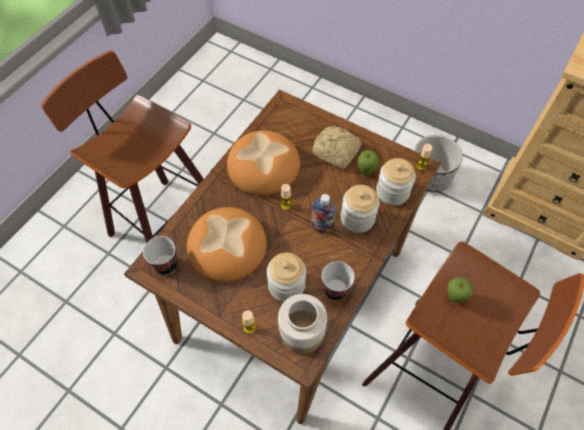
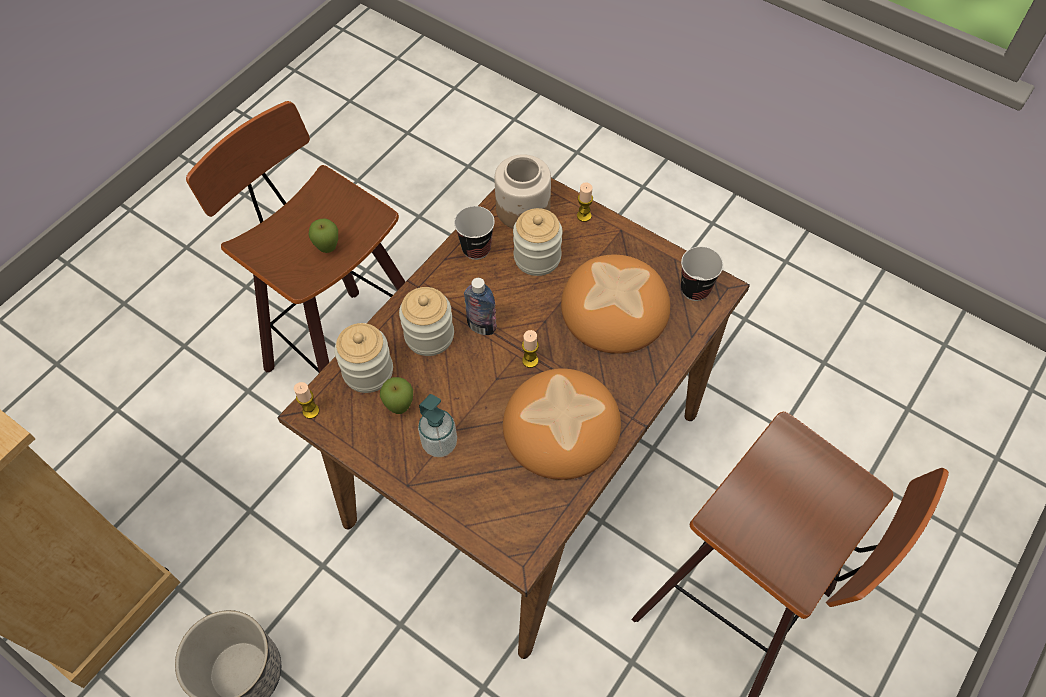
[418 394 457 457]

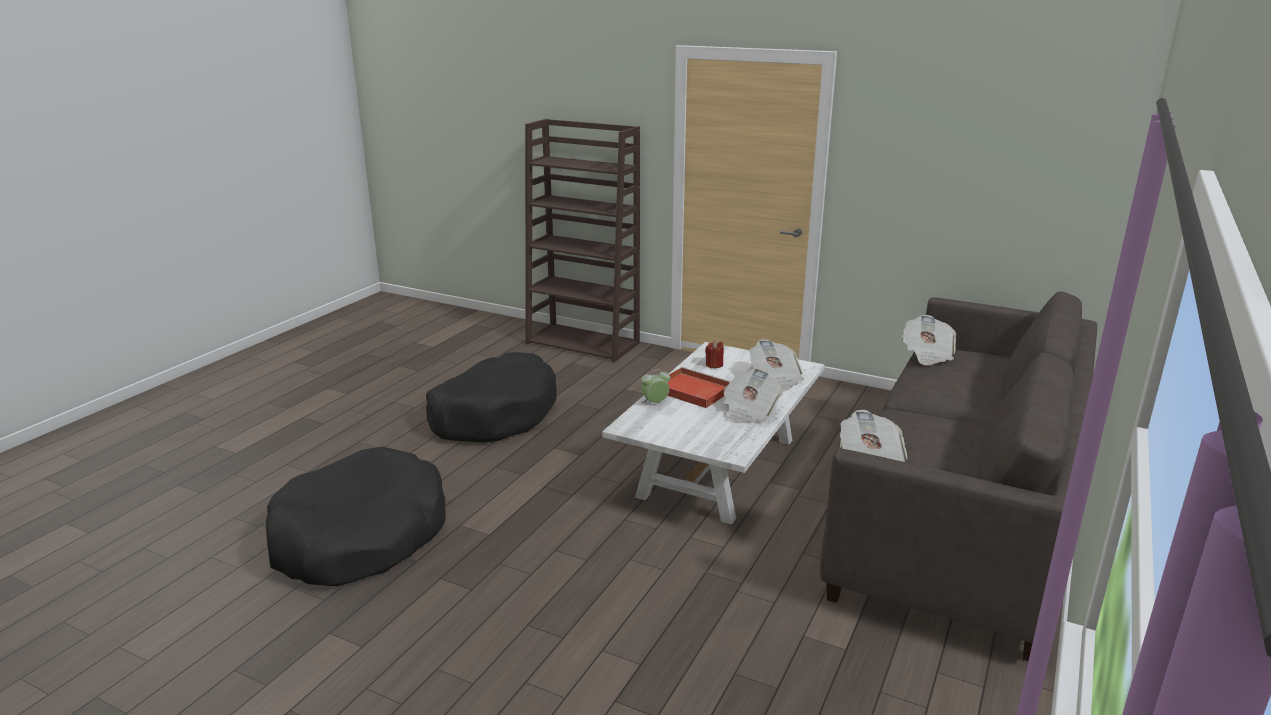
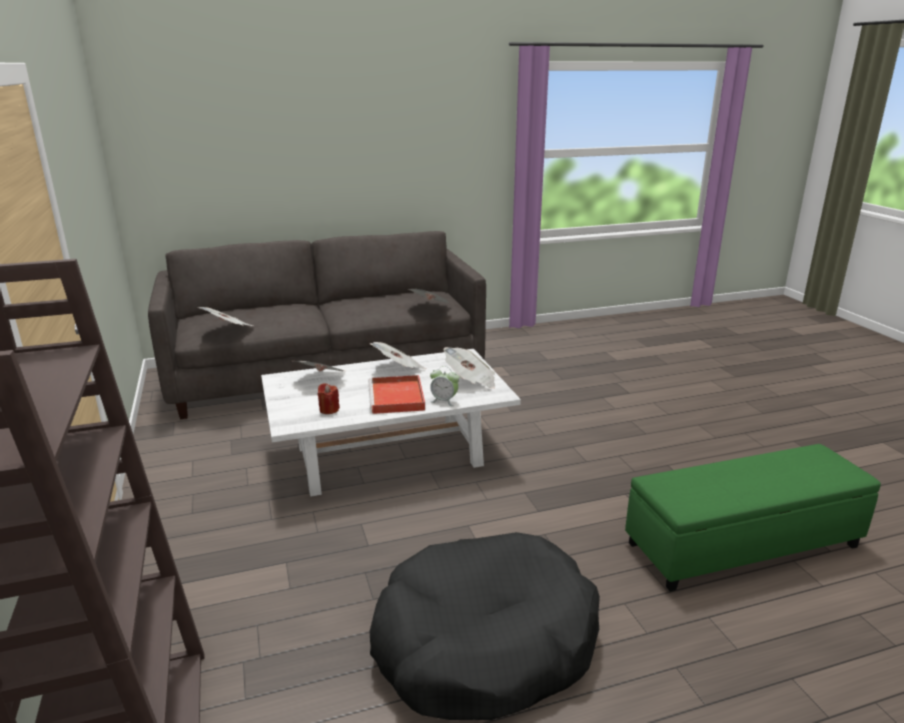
[443 347 495 389]
[625 444 881 592]

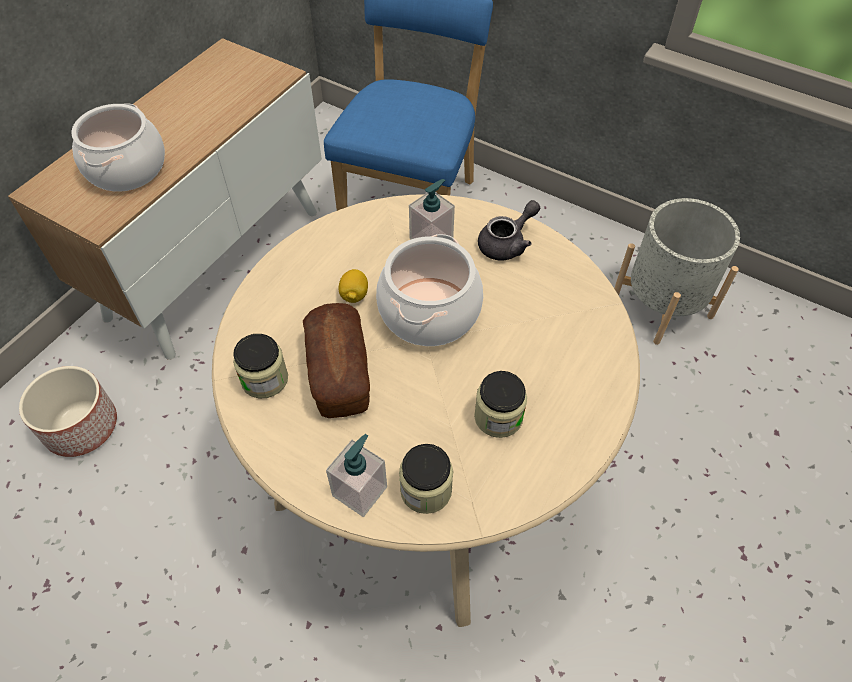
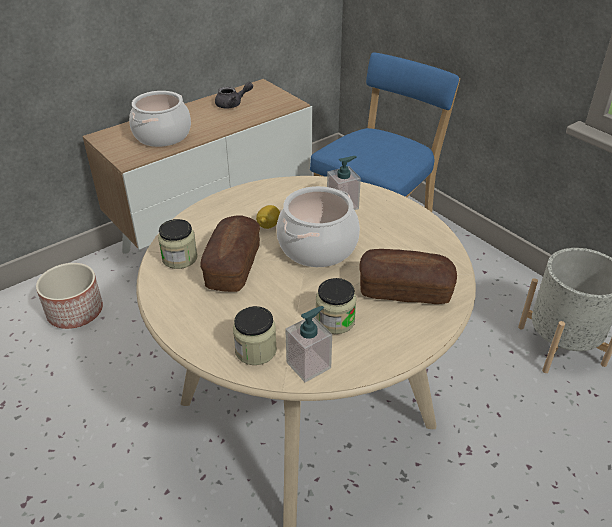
[360 249 457 304]
[285 306 332 382]
[215 82 253 108]

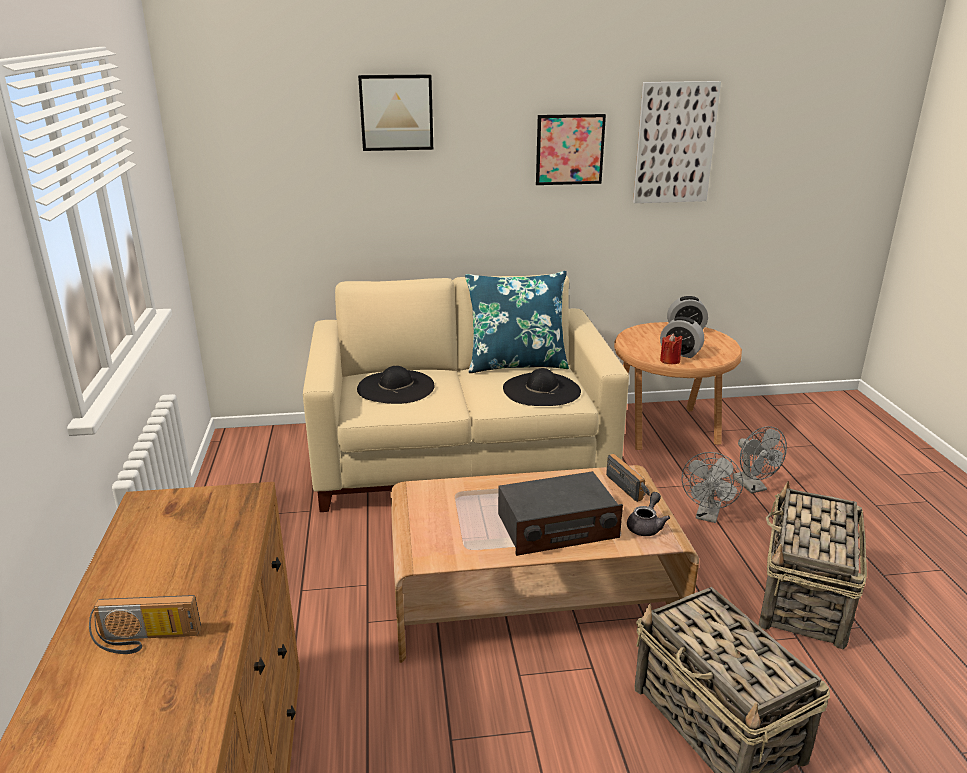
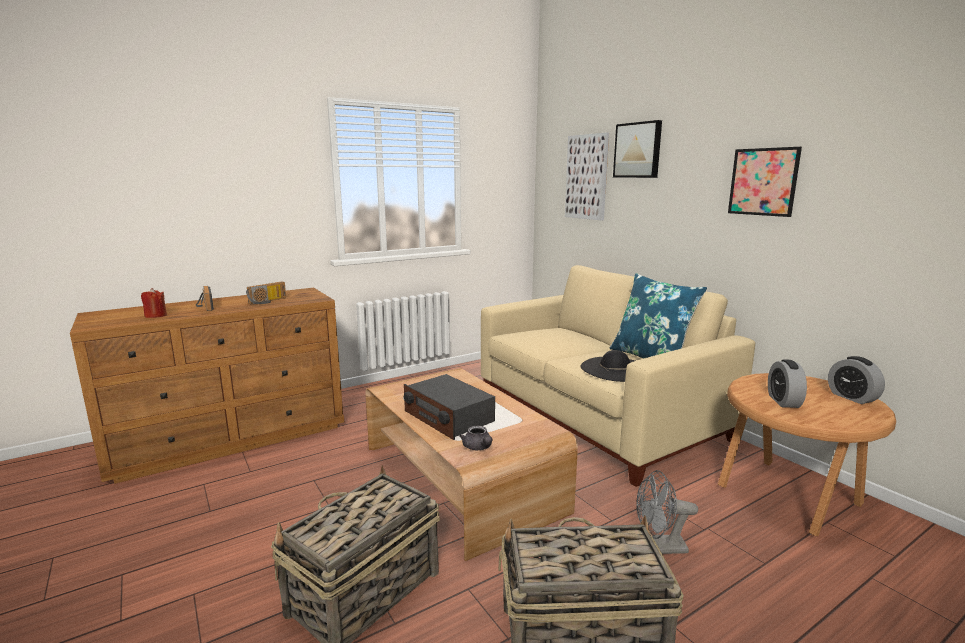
[357 366 435 404] (first image)
[732 426 787 493] (first image)
[246 281 286 305]
[565 132 609 220]
[141 288 167 318]
[459 426 492 450]

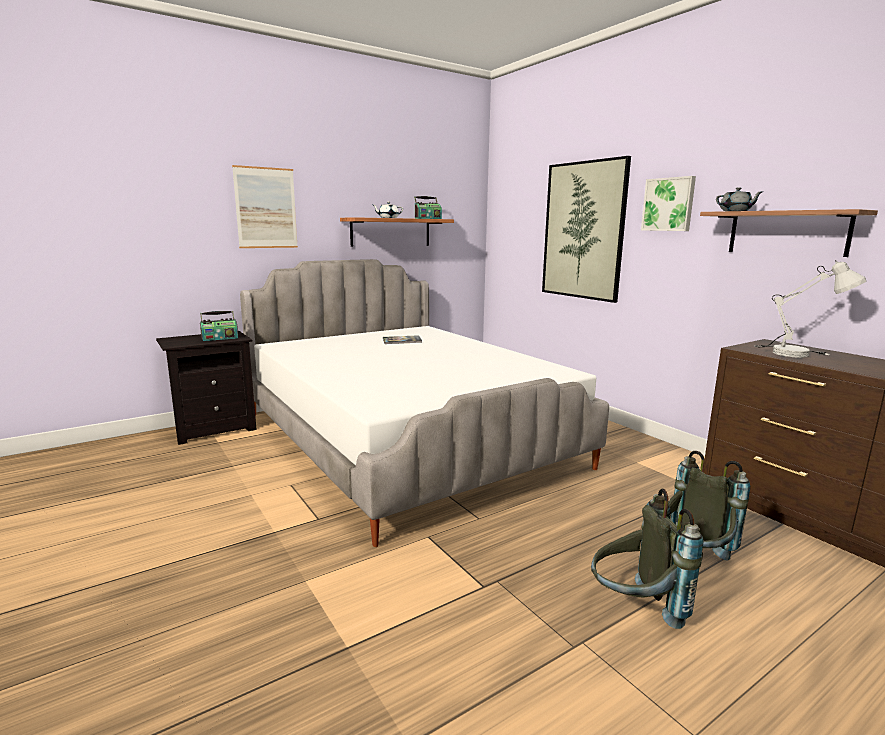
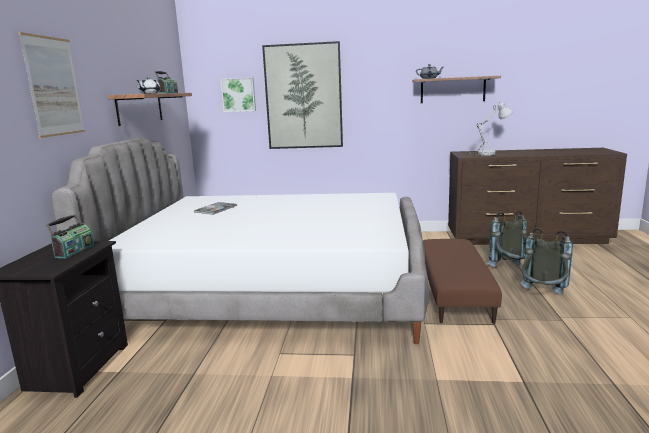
[423 239 502 324]
[220 77 256 112]

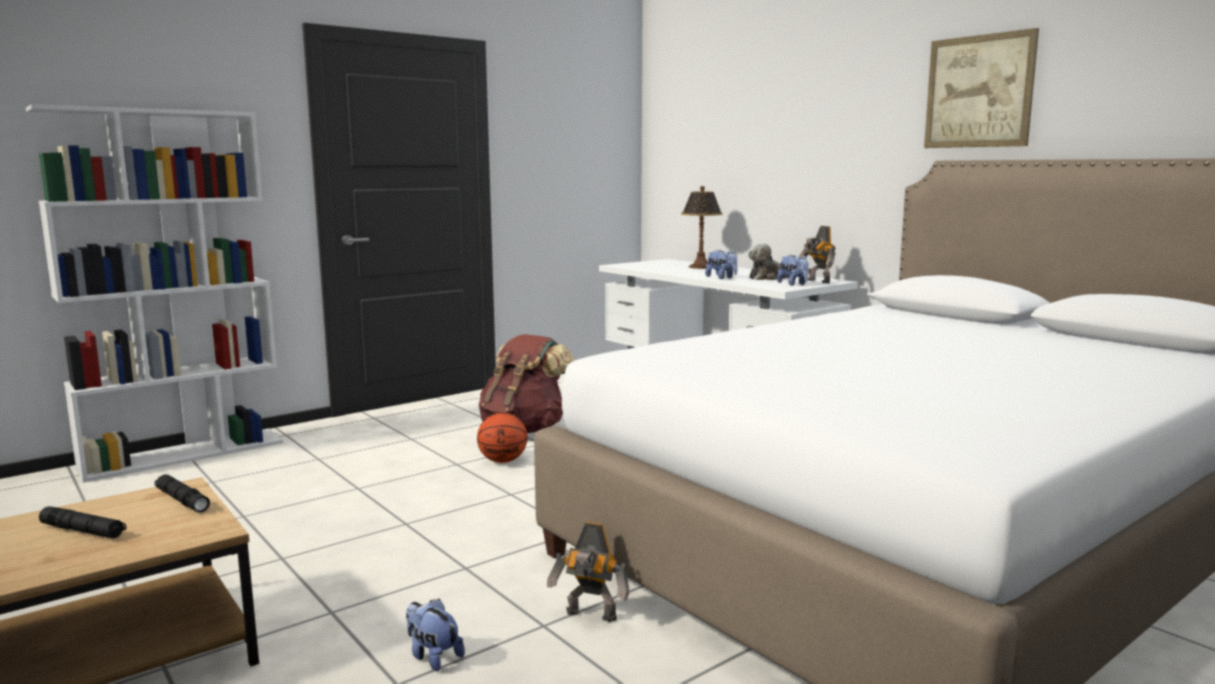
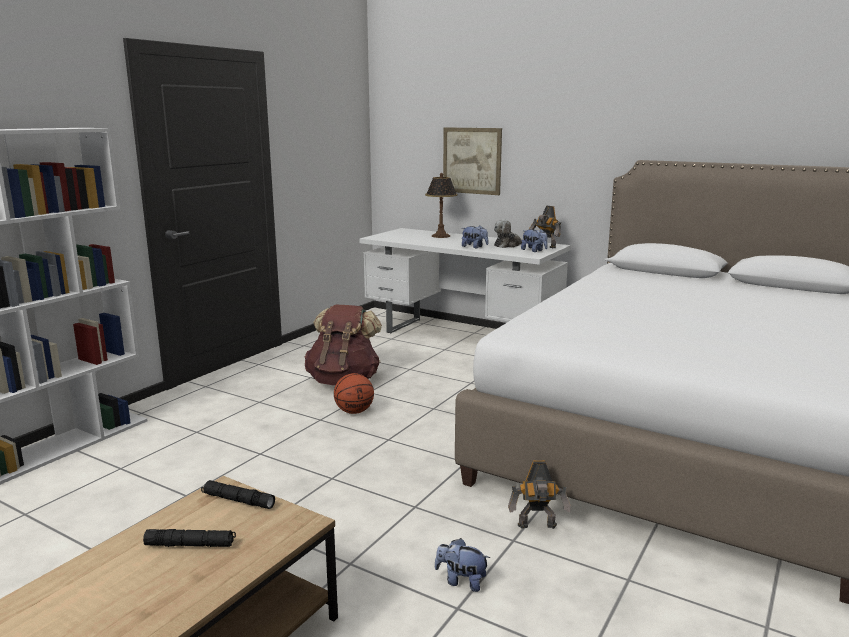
[443 127 502 195]

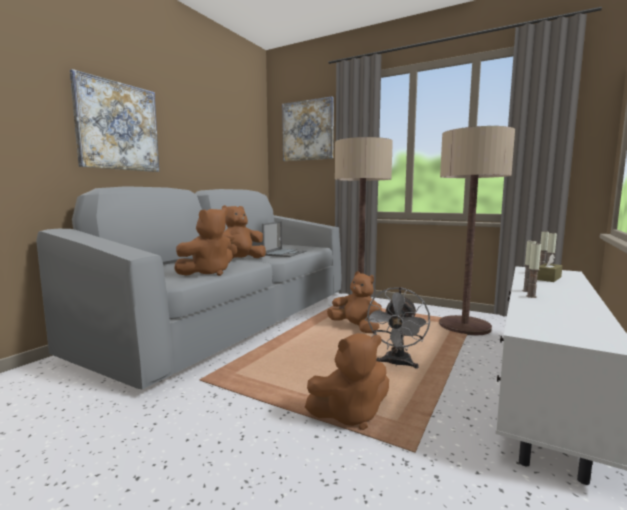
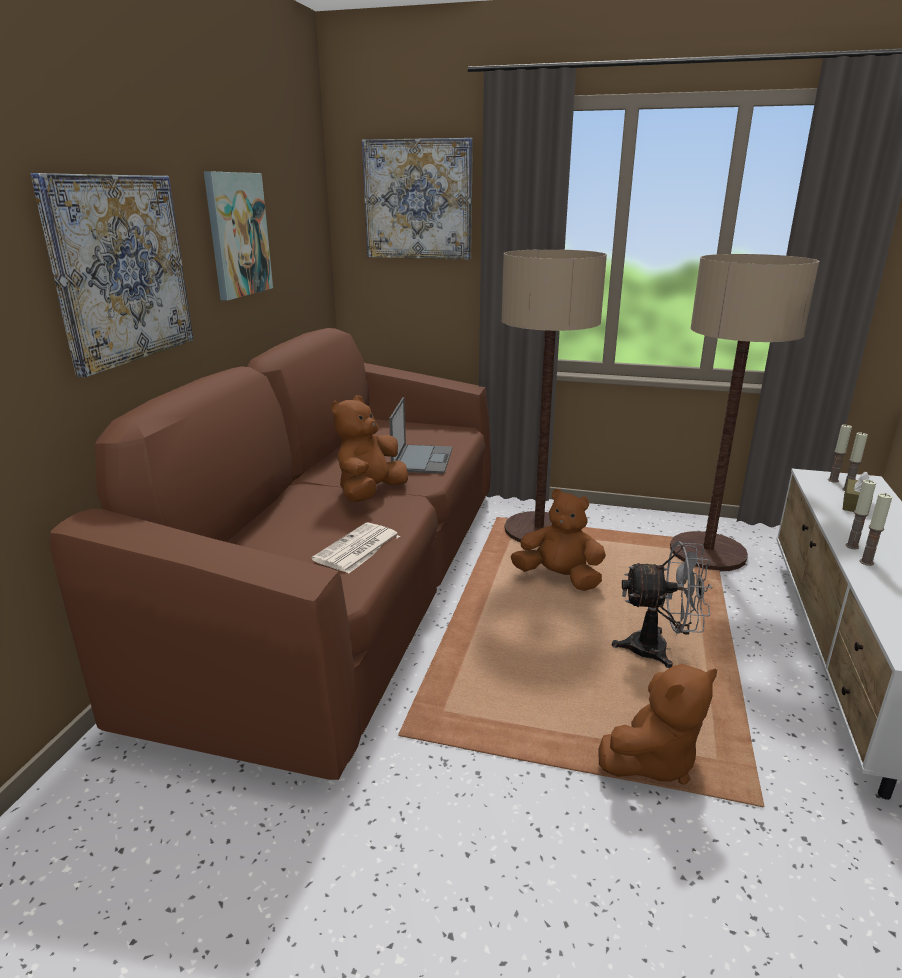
[204 171 273 300]
[312 522 400 573]
[50 328 491 780]
[612 541 713 668]

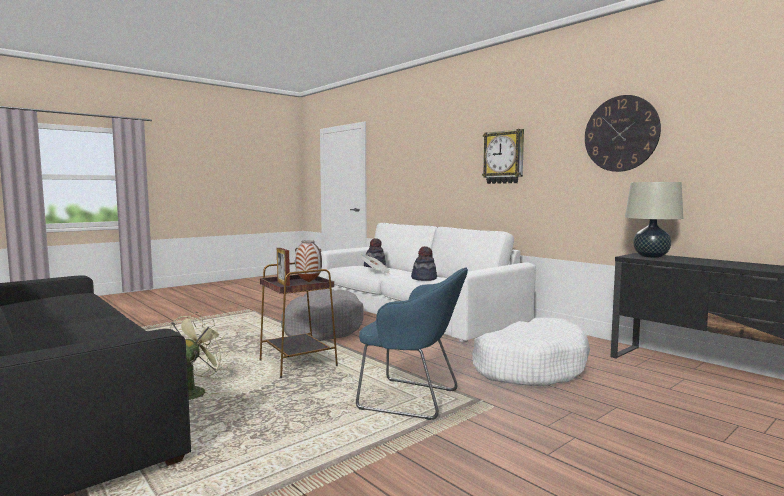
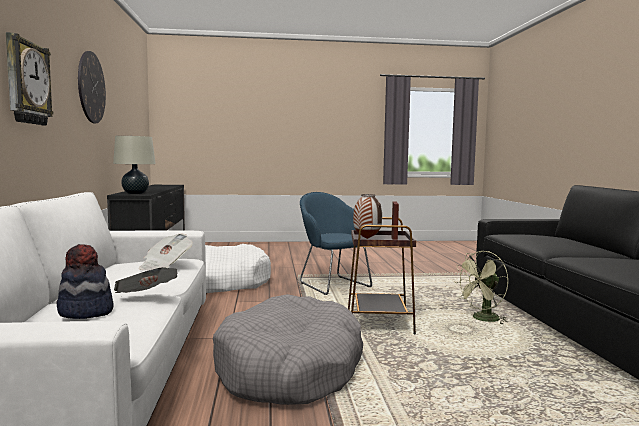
[139 233 193 271]

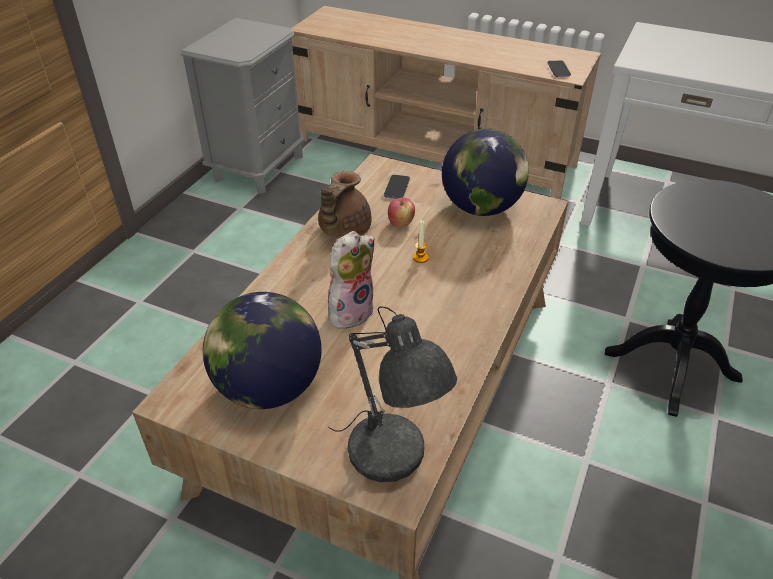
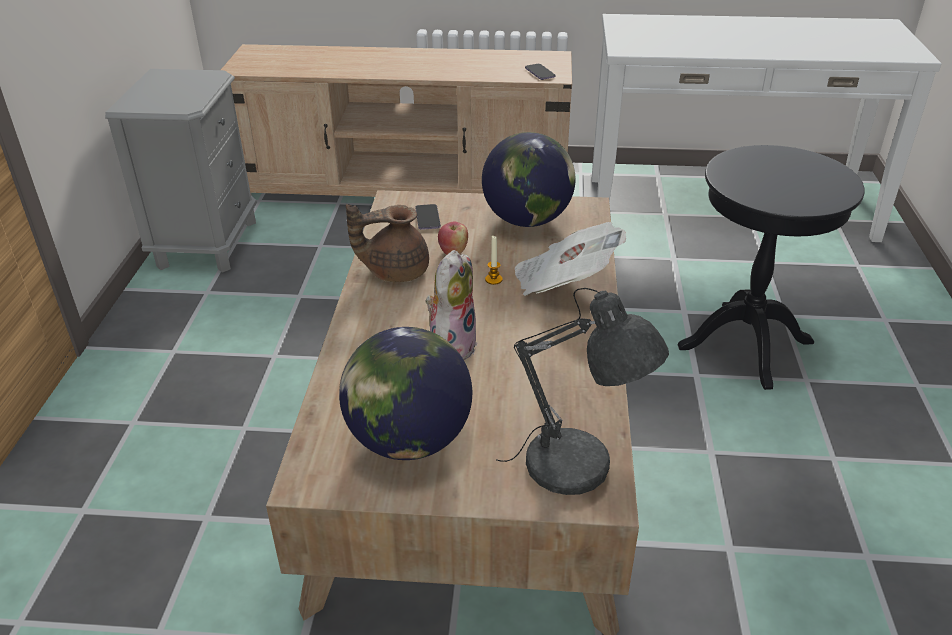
[514 222 626 296]
[346 204 429 282]

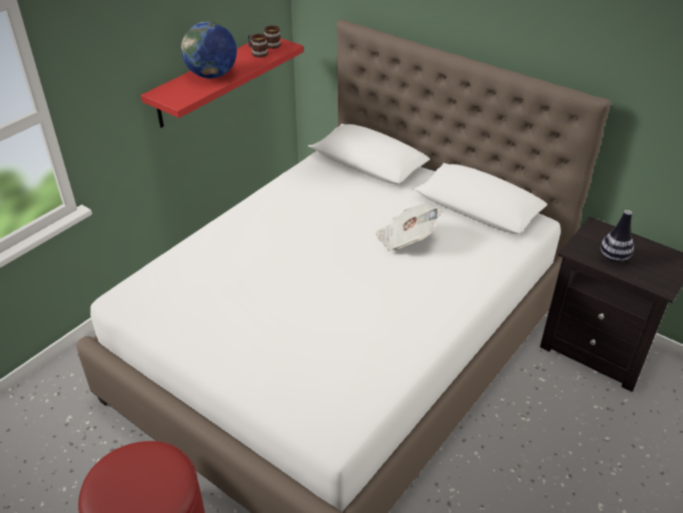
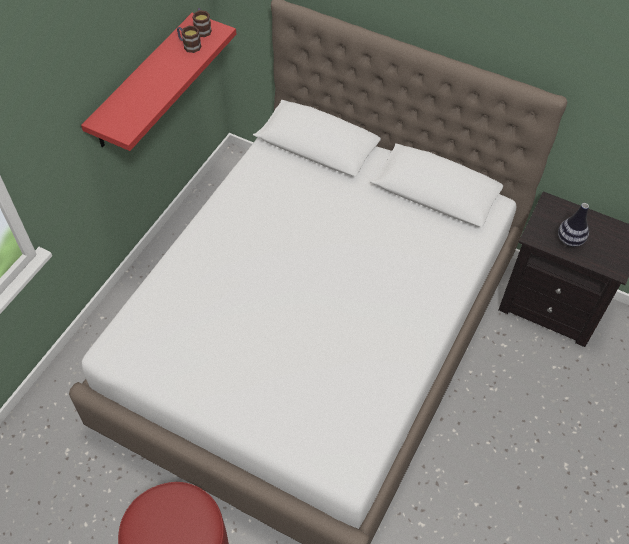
[181 22 237 78] (first image)
[376 203 441 251] (first image)

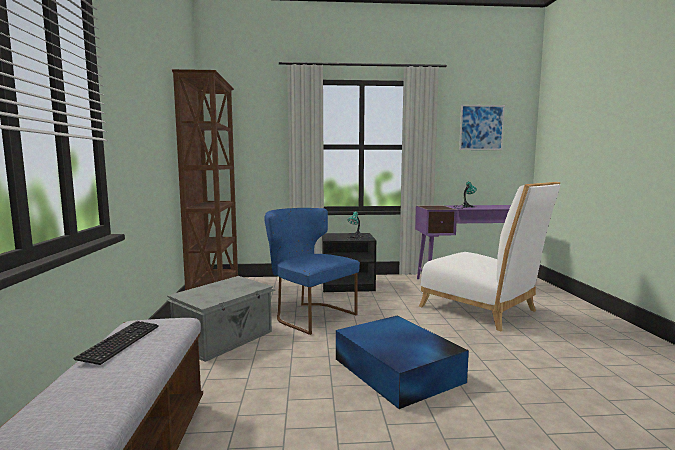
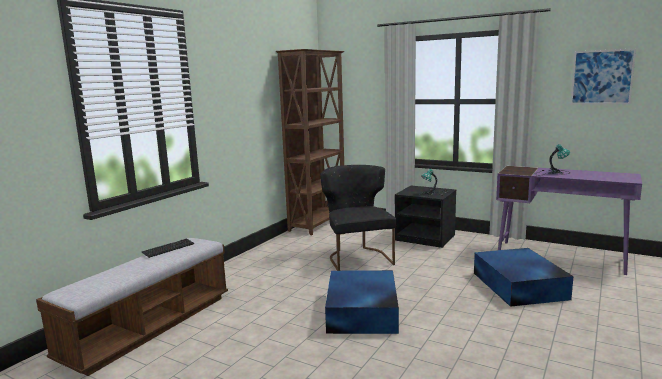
[167 276 275 362] (first image)
[474 248 574 307]
[320 165 397 271]

